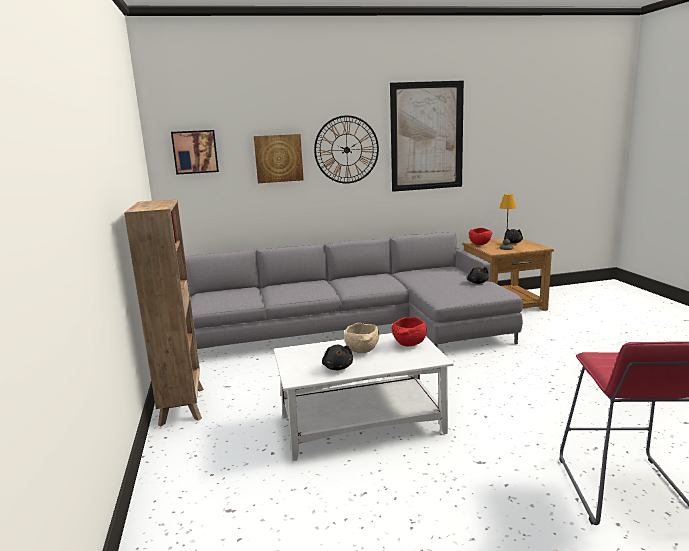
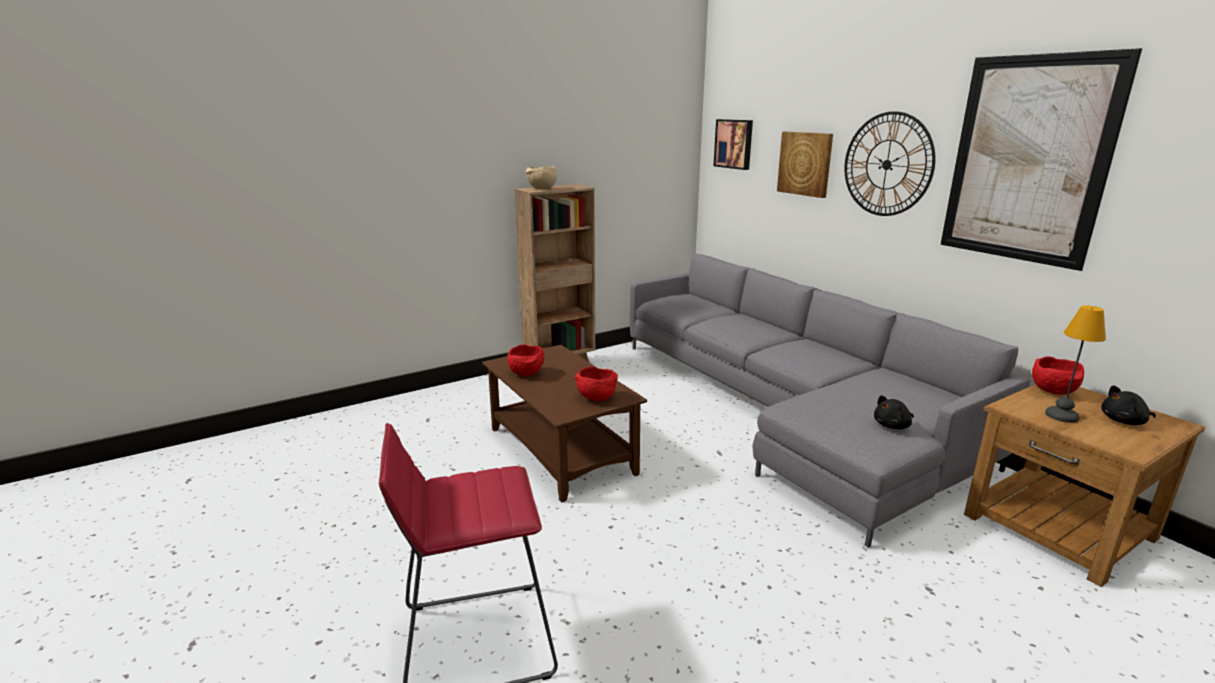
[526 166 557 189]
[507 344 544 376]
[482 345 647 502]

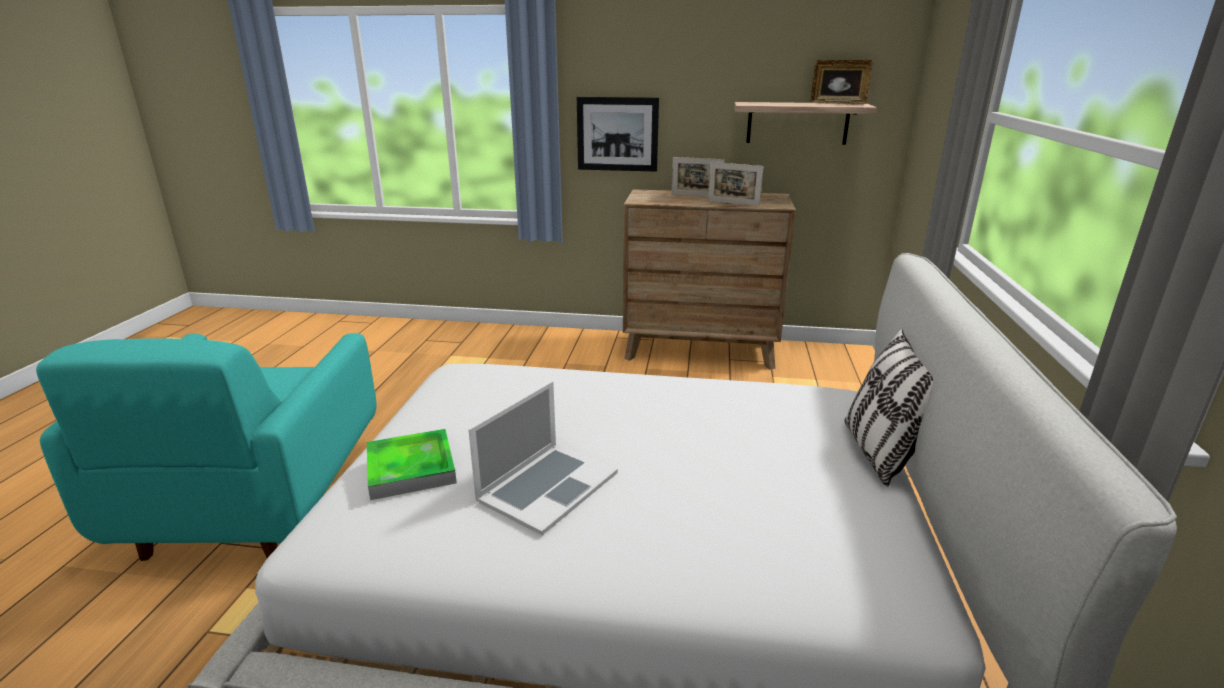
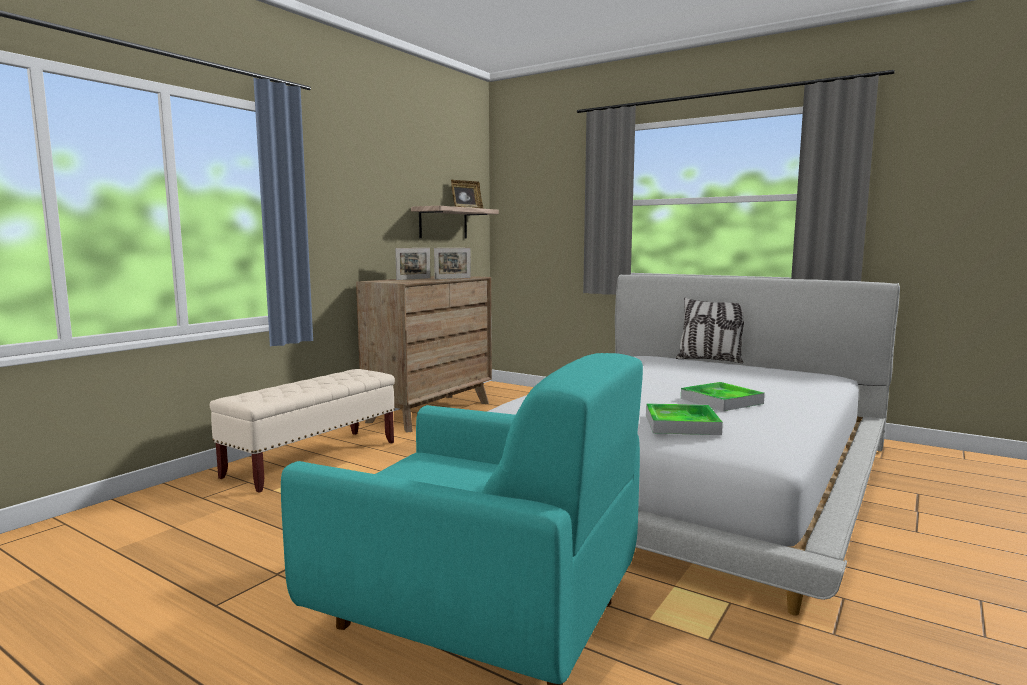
[577 97 659 172] (first image)
[210 369 395 493]
[681 382 765 411]

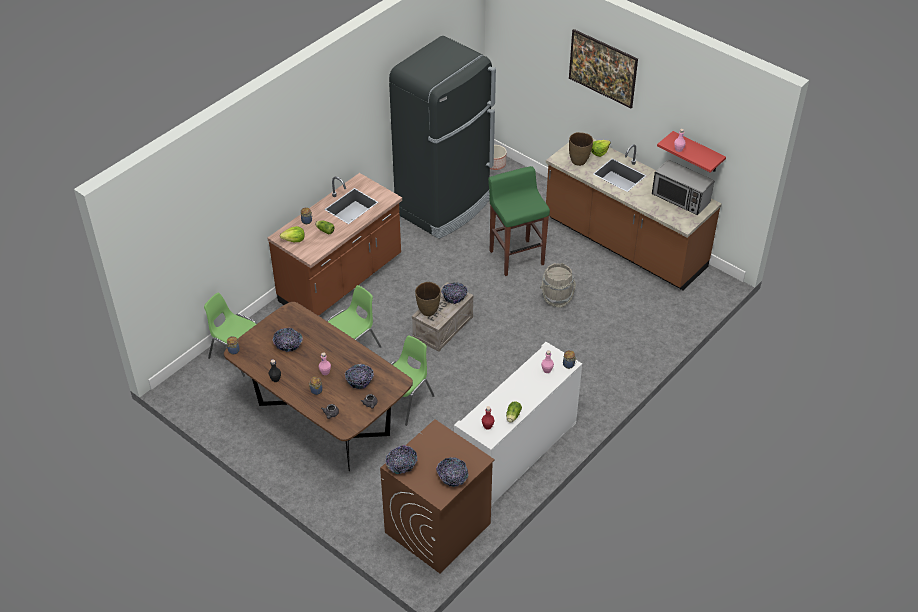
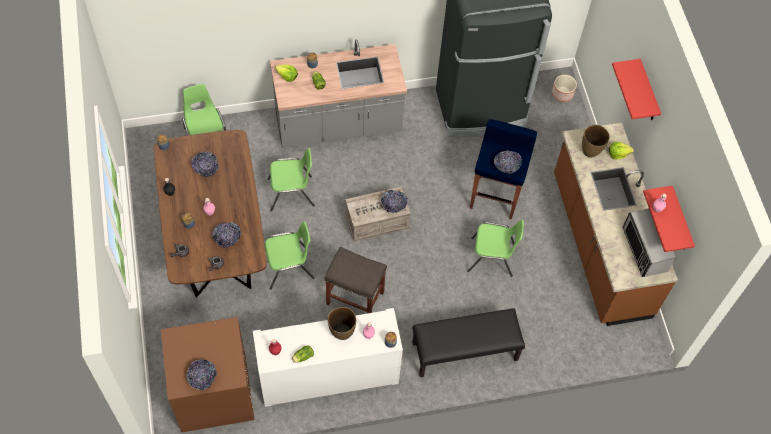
[325 247 387 314]
[412 308 525 377]
[494 151 522 174]
[328 307 356 340]
[467 219 524 277]
[612 59 661 120]
[270 39 407 148]
[470 119 537 220]

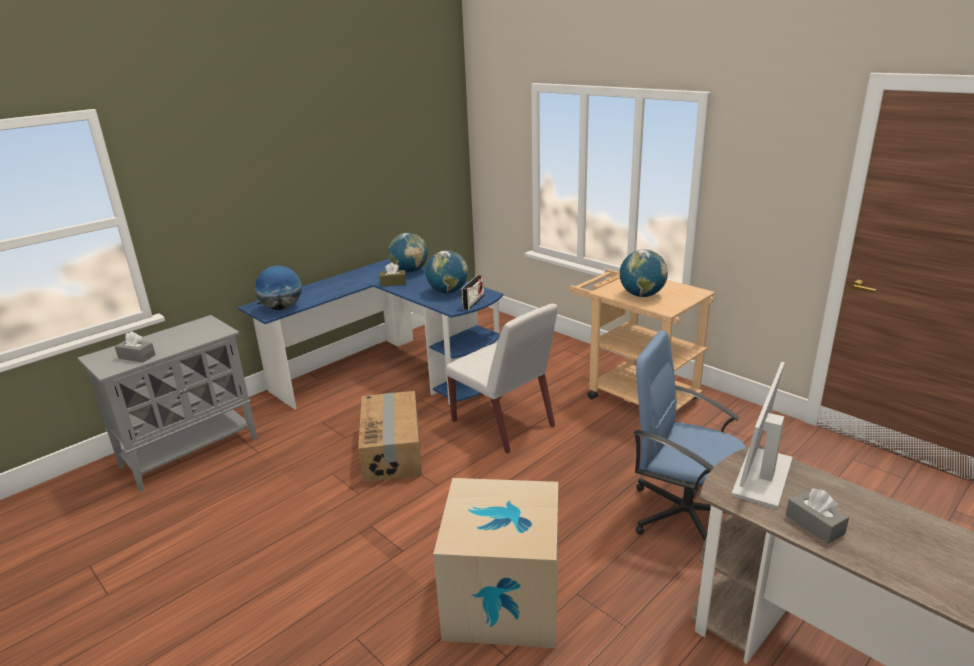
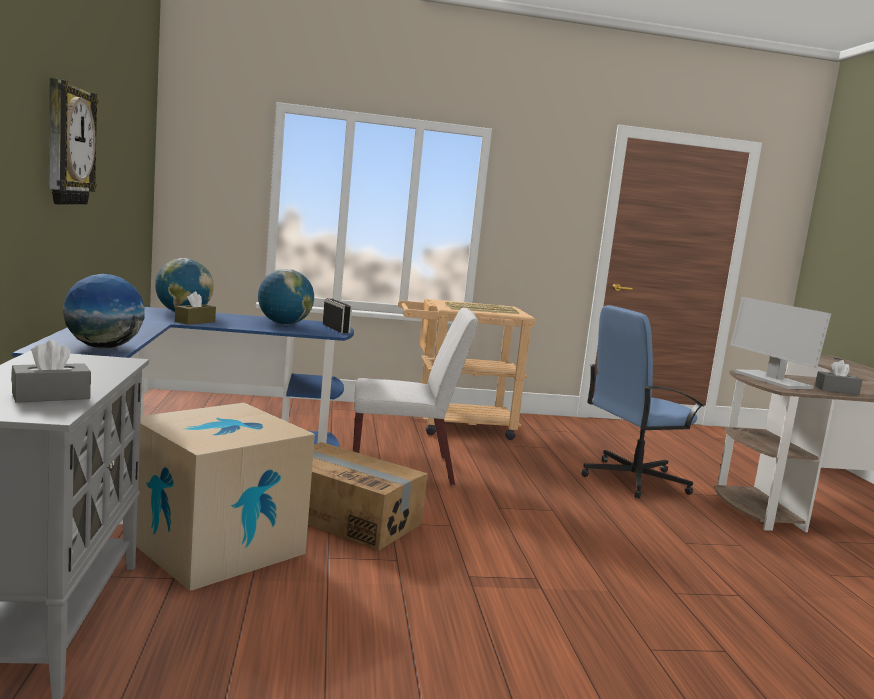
[49 78 98 205]
[136 403 315 591]
[445 302 519 314]

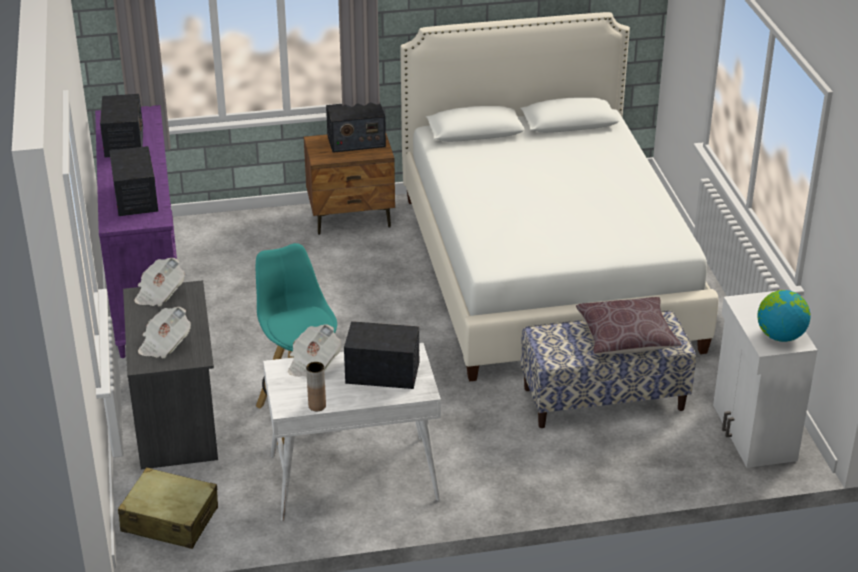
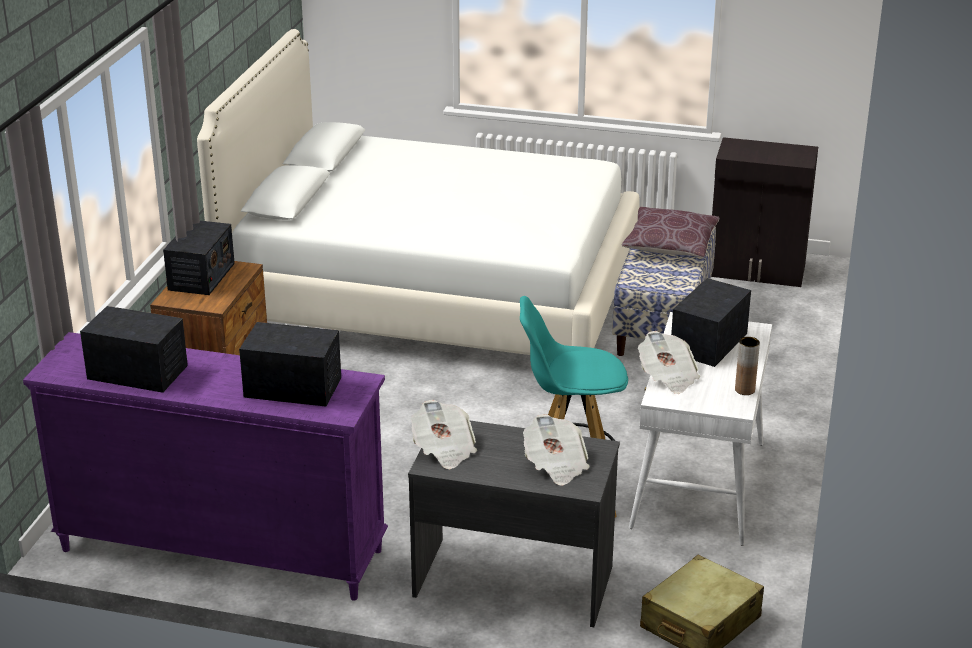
[757 290 811 342] (first image)
[711 137 818 287]

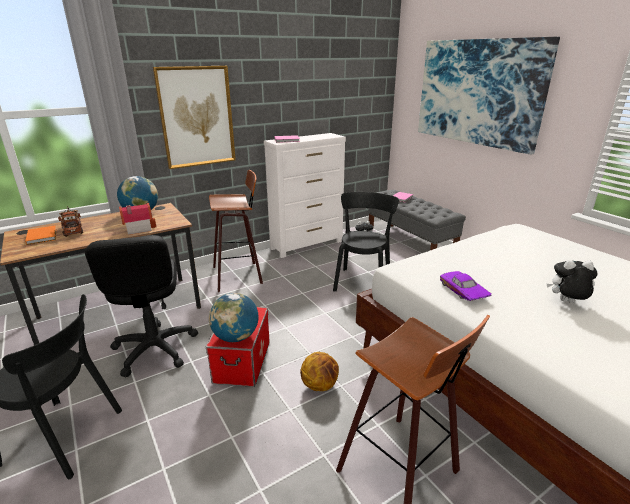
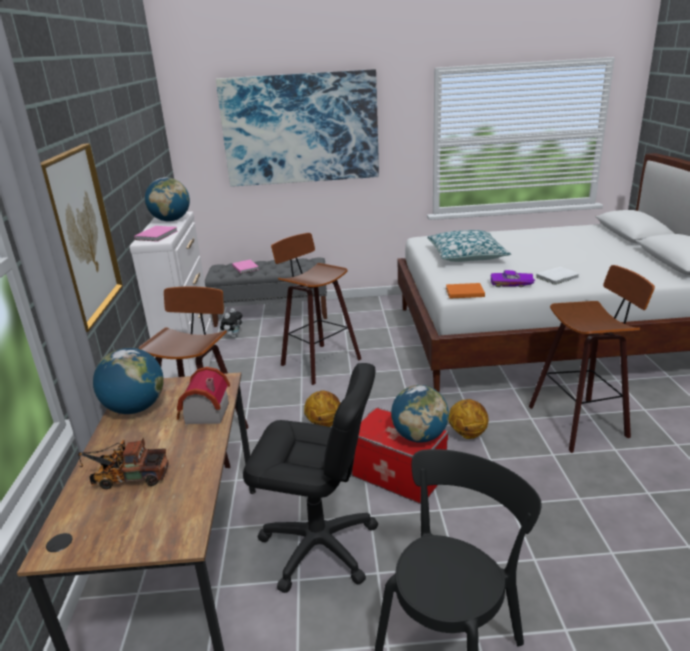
[547 260 598 303] (first image)
[145 177 190 222]
[304 390 340 427]
[427 230 511 262]
[536 267 579 285]
[446 283 485 298]
[271 233 361 385]

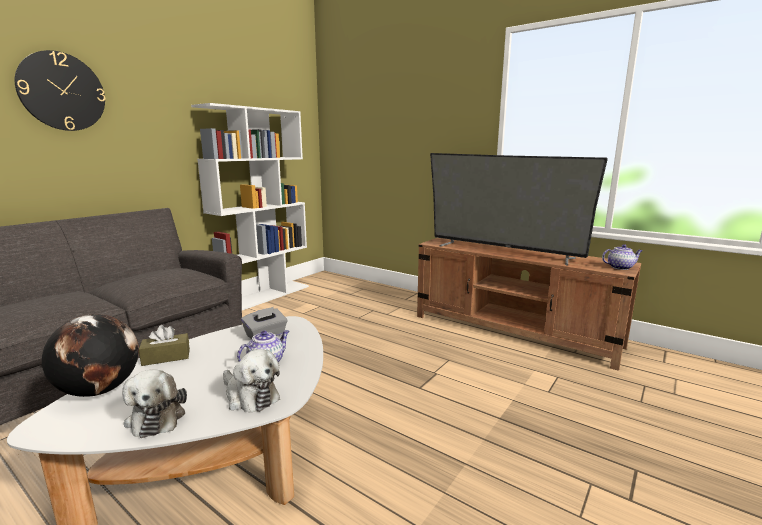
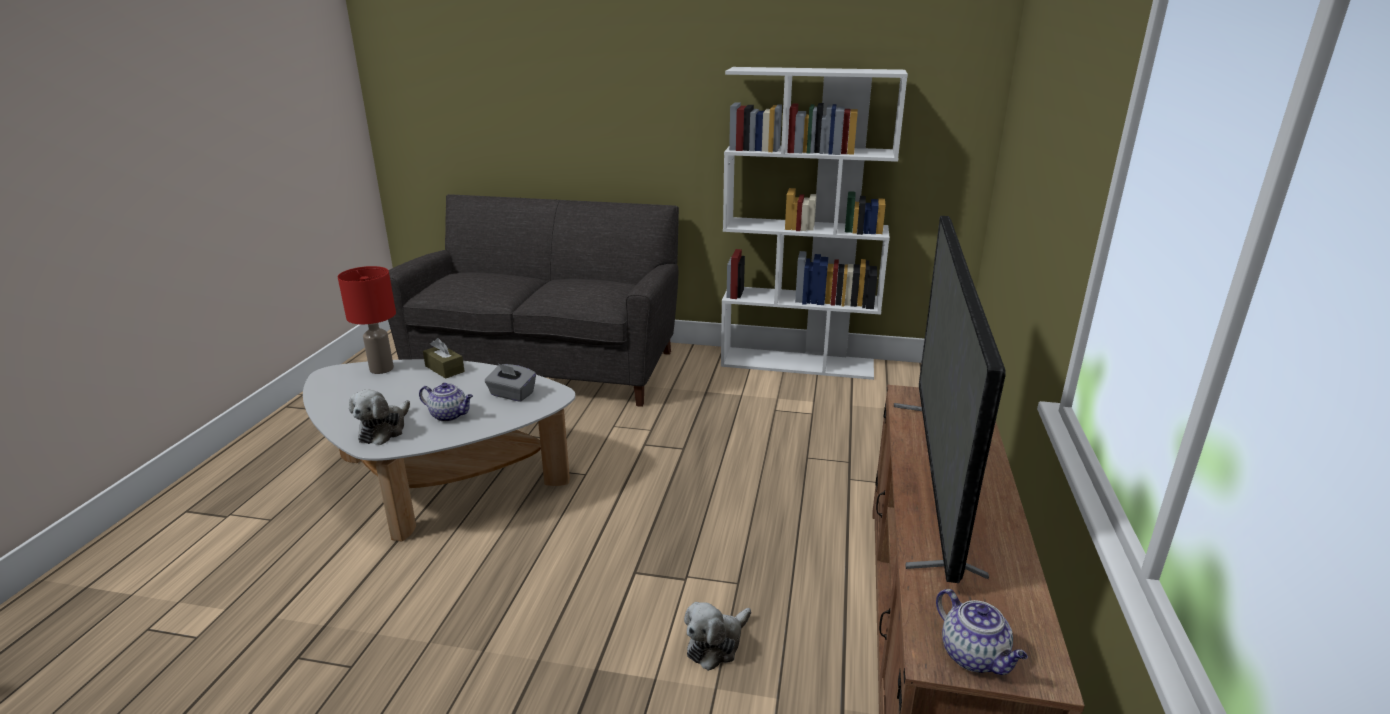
[15 50 105 131] (first image)
[684 602 751 671]
[338 266 396 374]

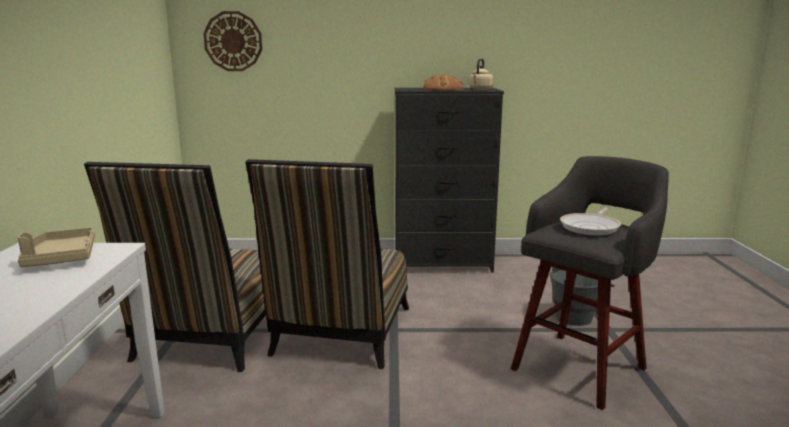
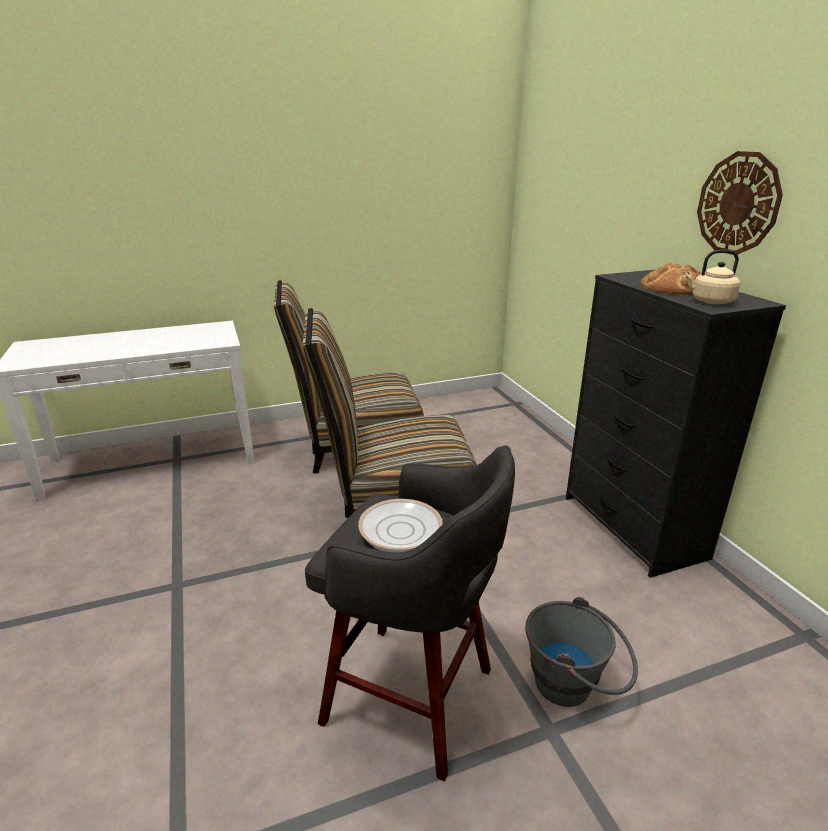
[18 227 95 267] (first image)
[697 151 783 255]

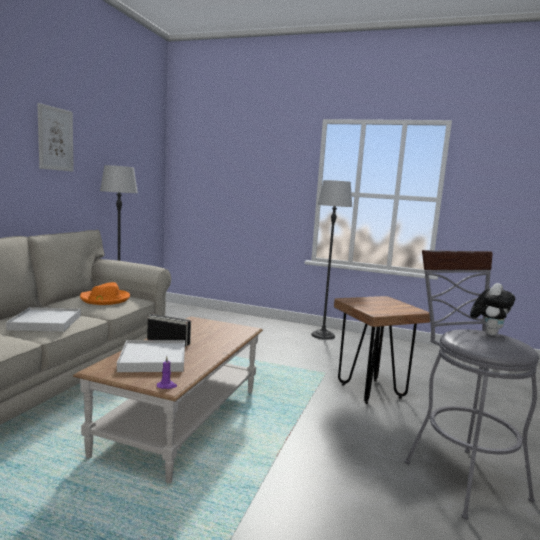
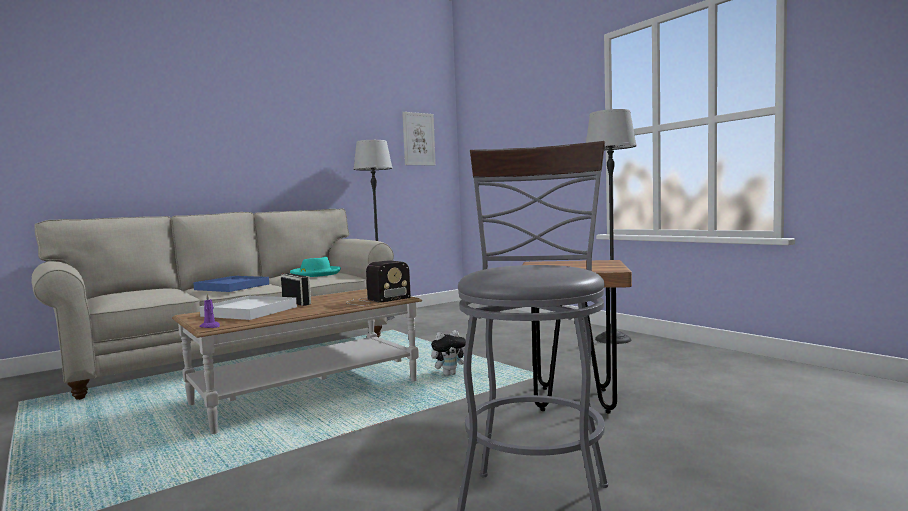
[347 260 411 306]
[402 112 436 166]
[431 330 466 376]
[193 276 269 292]
[290 257 341 277]

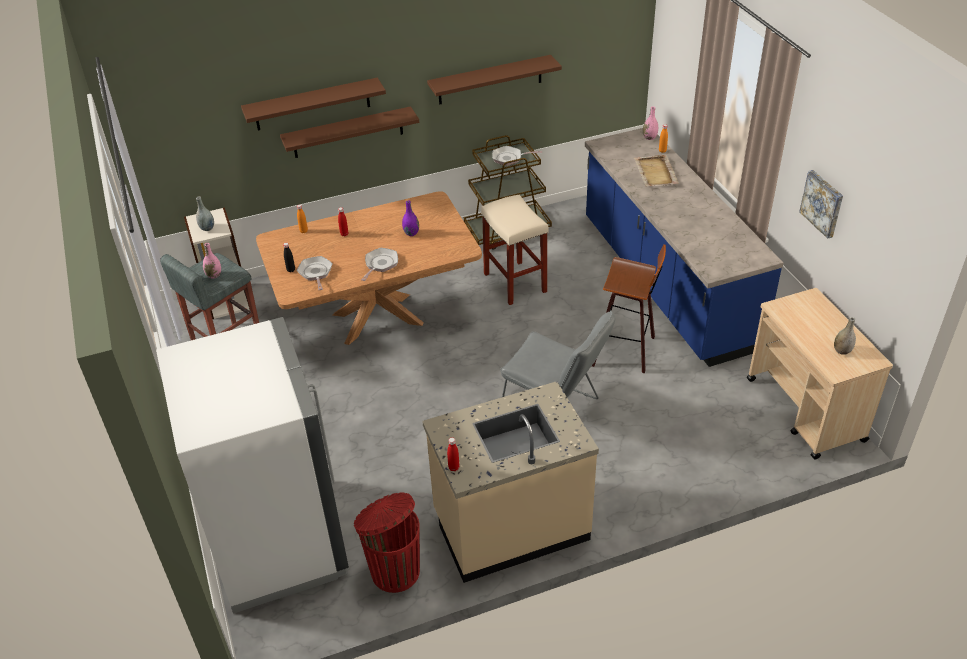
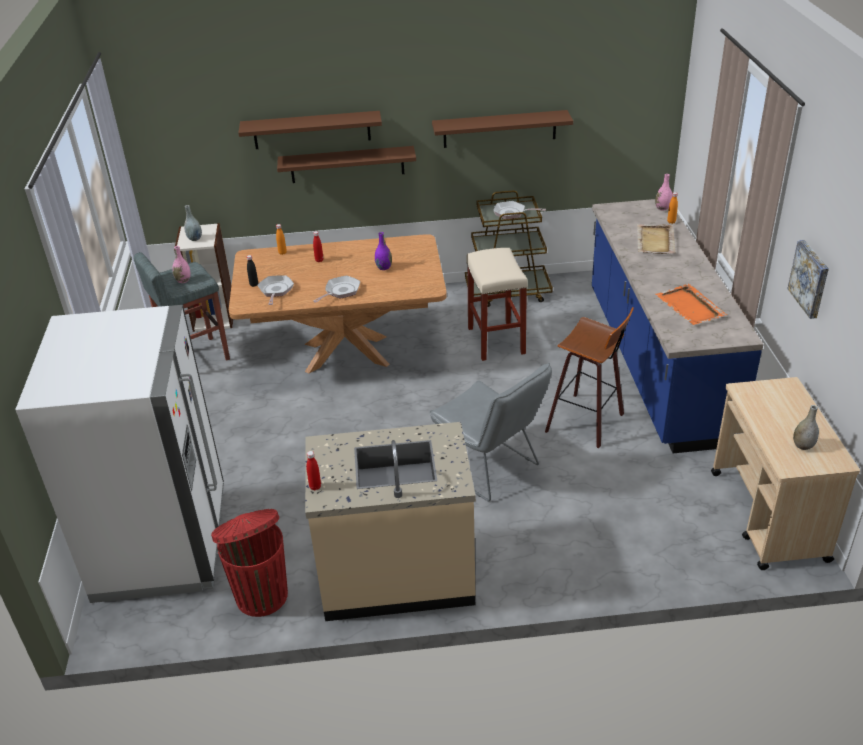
[655 284 727 325]

